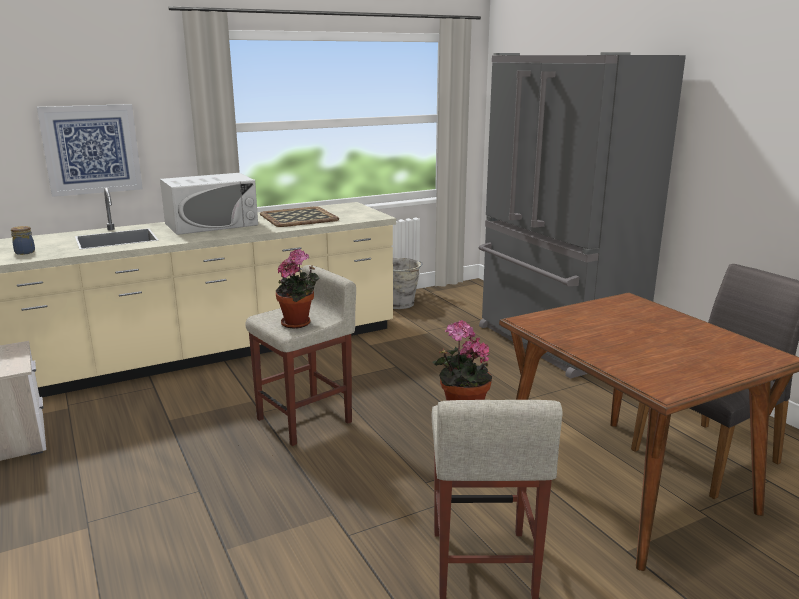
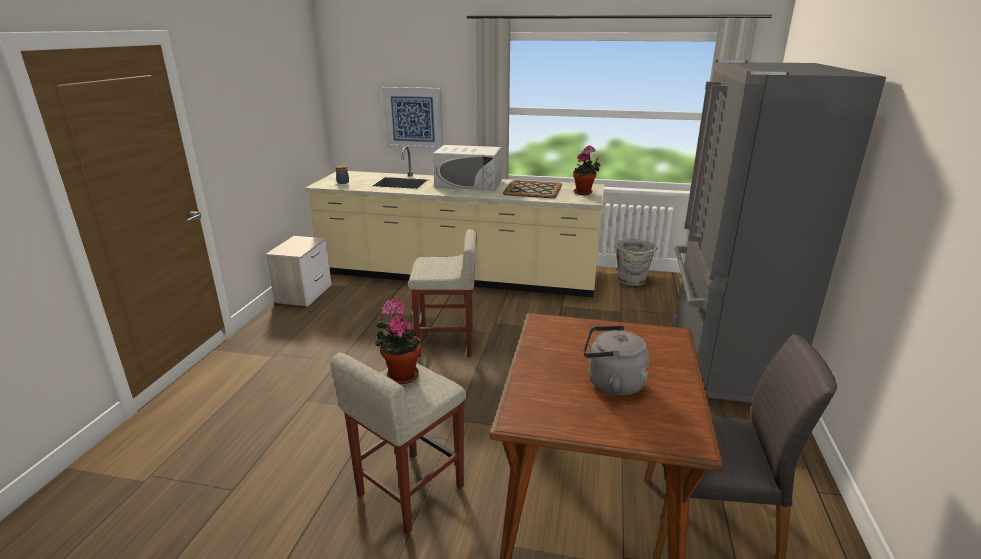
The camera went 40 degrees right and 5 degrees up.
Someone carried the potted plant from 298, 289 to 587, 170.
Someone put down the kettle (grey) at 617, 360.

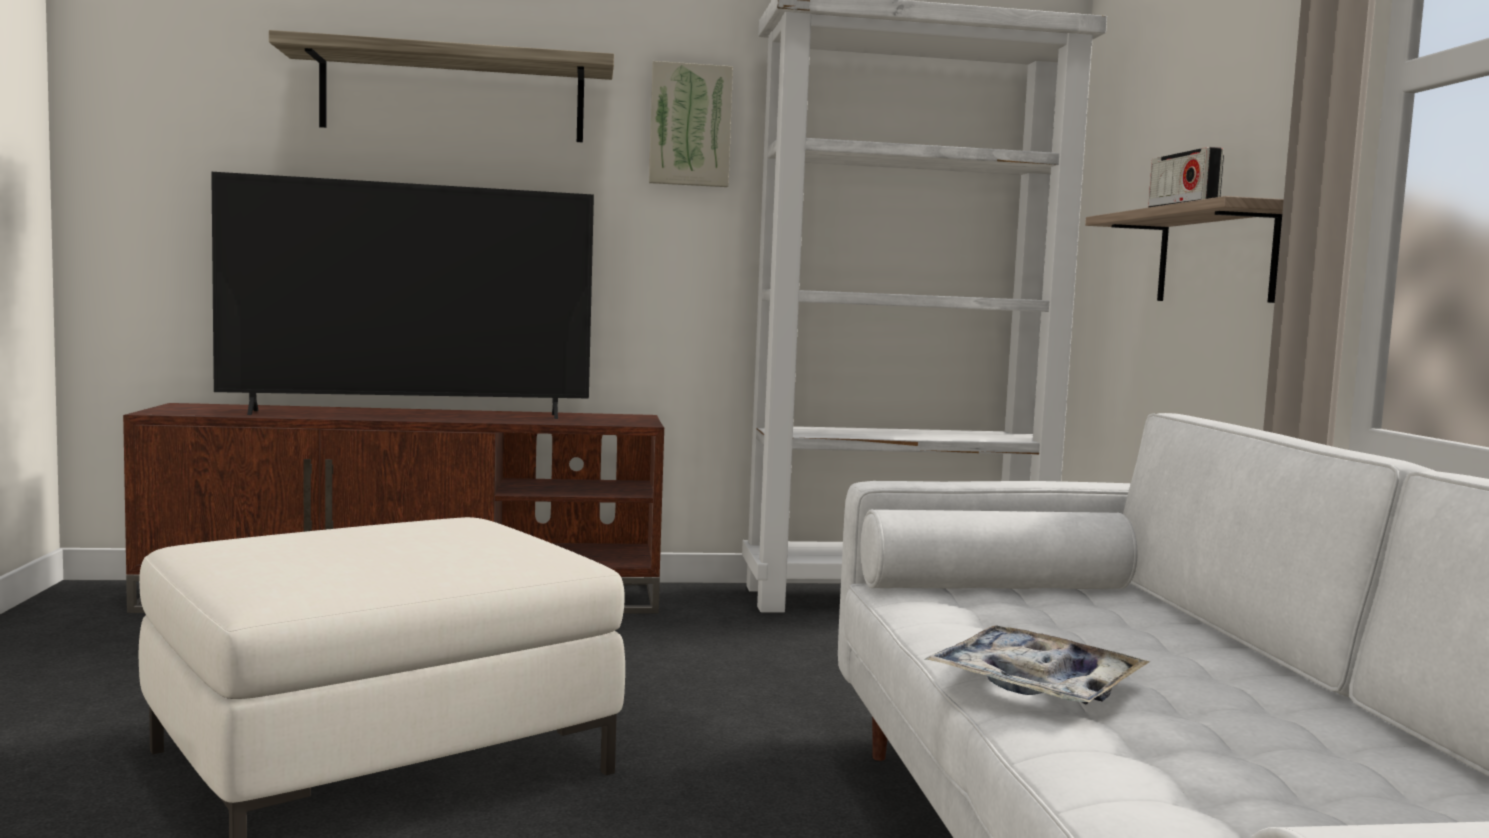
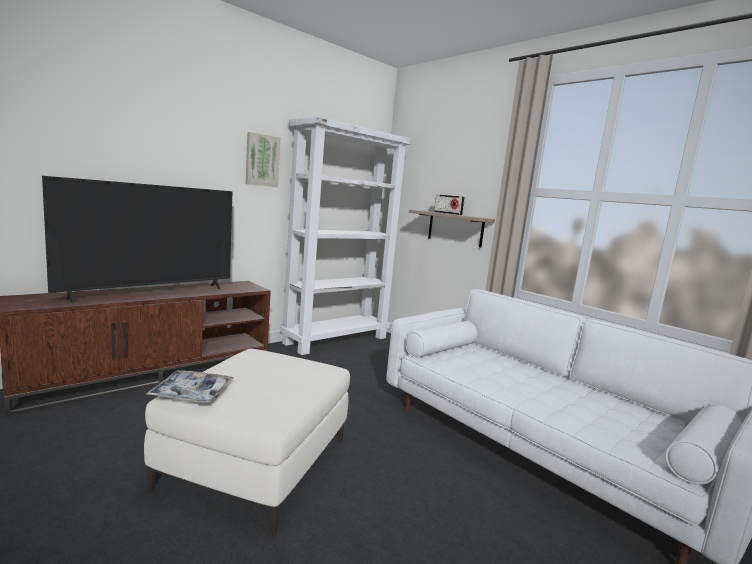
The camera went 35 degrees left and 5 degrees up.
Someone took away the shelf at 441, 86.
Someone carried the tray from 1037, 665 to 190, 386.

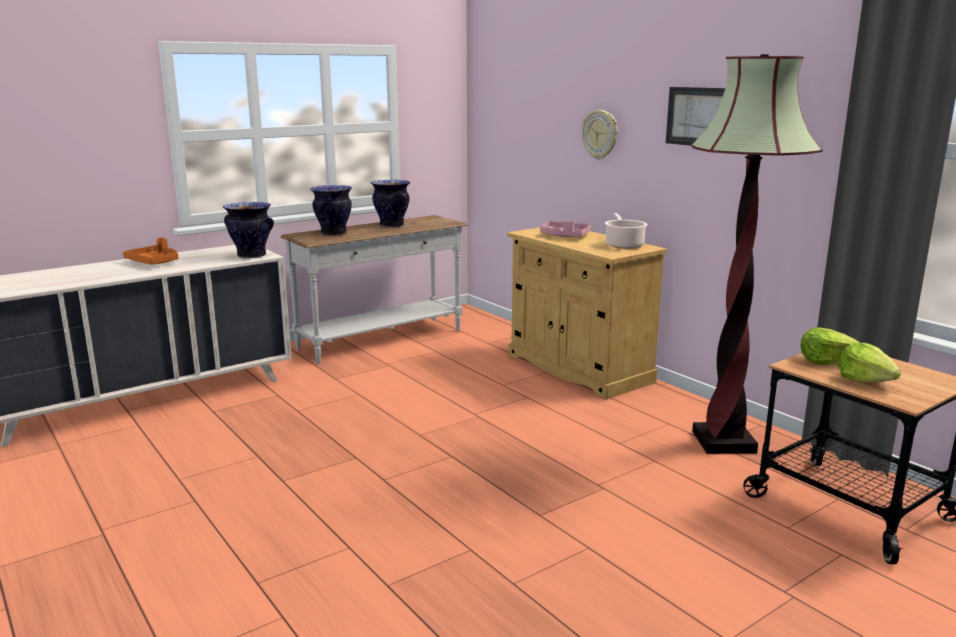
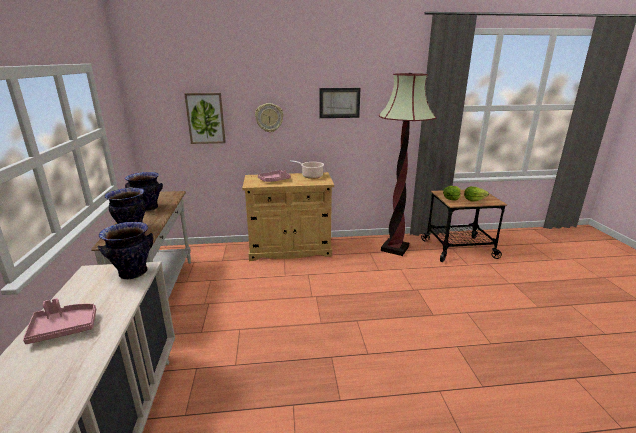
The camera went 60 degrees left and 5 degrees up.
Someone repainted the tray (orange) at 150, 251, which became the tray (pink) at 59, 321.
Someone put up the picture at 205, 118.

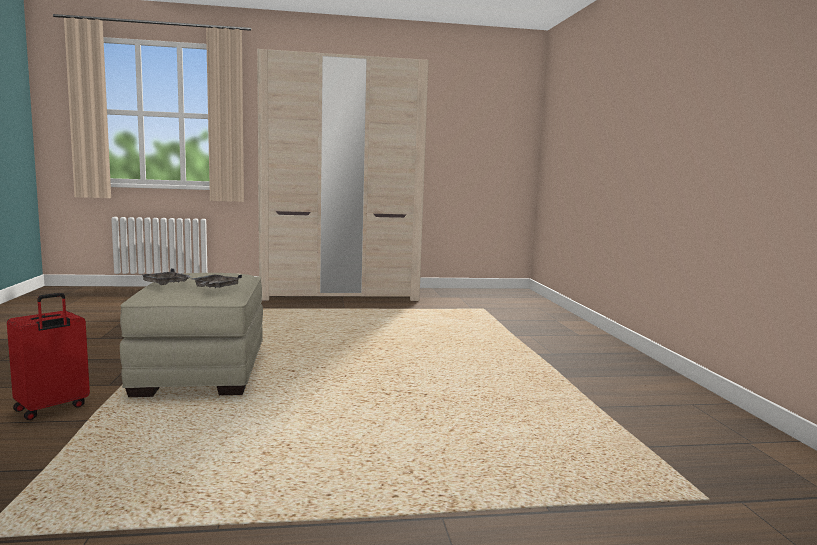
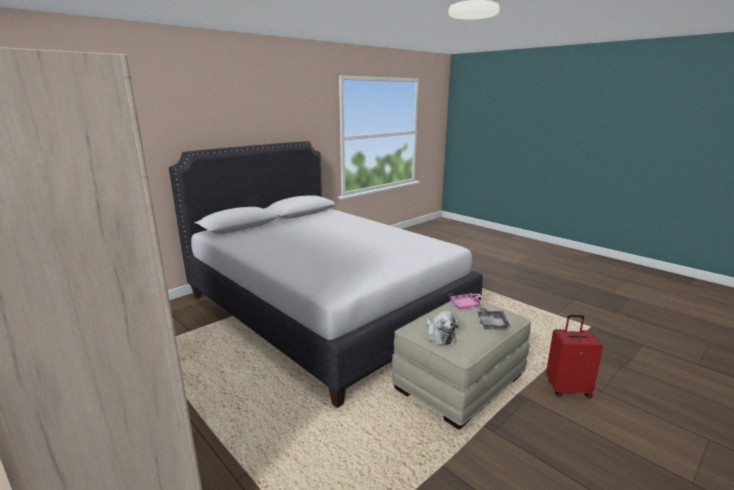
The camera went 125 degrees left and 10 degrees up.
Someone repainted the tray (grey) at 217, 281, which became the tray (pink) at 466, 301.
Someone put down the bed (white) at 326, 274.
Someone put down the plush toy at 442, 328.

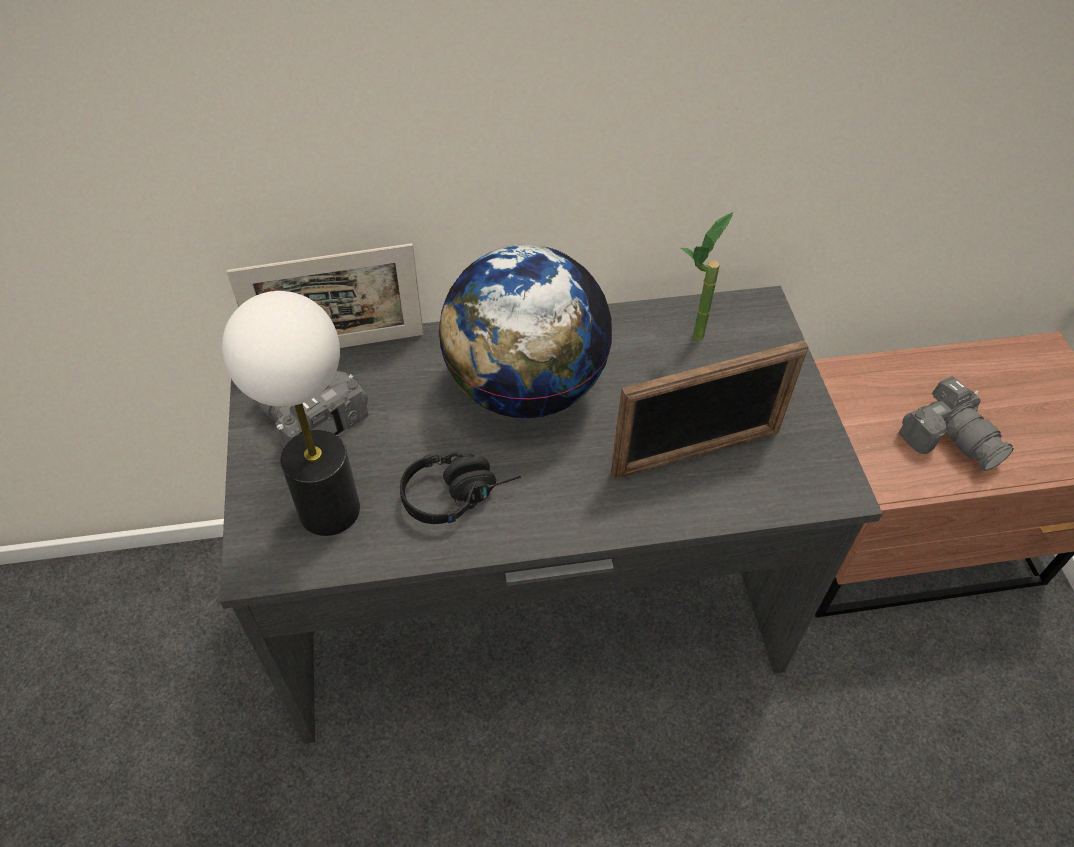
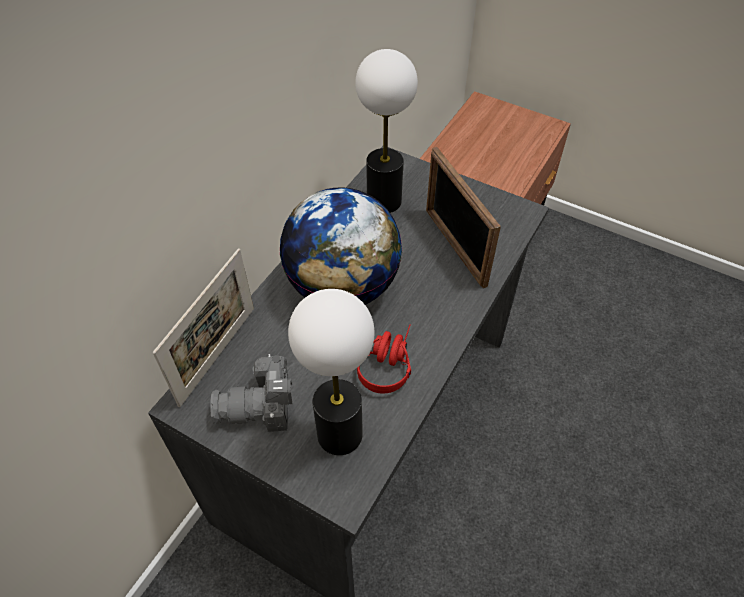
The camera went 50 degrees left and 0 degrees up.
Someone repainted the headphones (black) at 460, 488, which became the headphones (red) at 384, 359.
Someone rotated the picture frame at 710, 409 by 135 degrees clockwise.
Someone swapped the potted plant at 707, 276 for the table lamp at 386, 131.
Someone took away the photo camera at 956, 423.

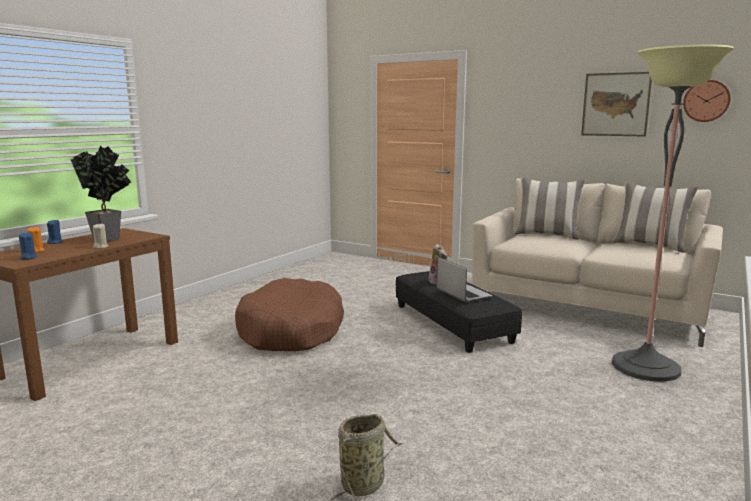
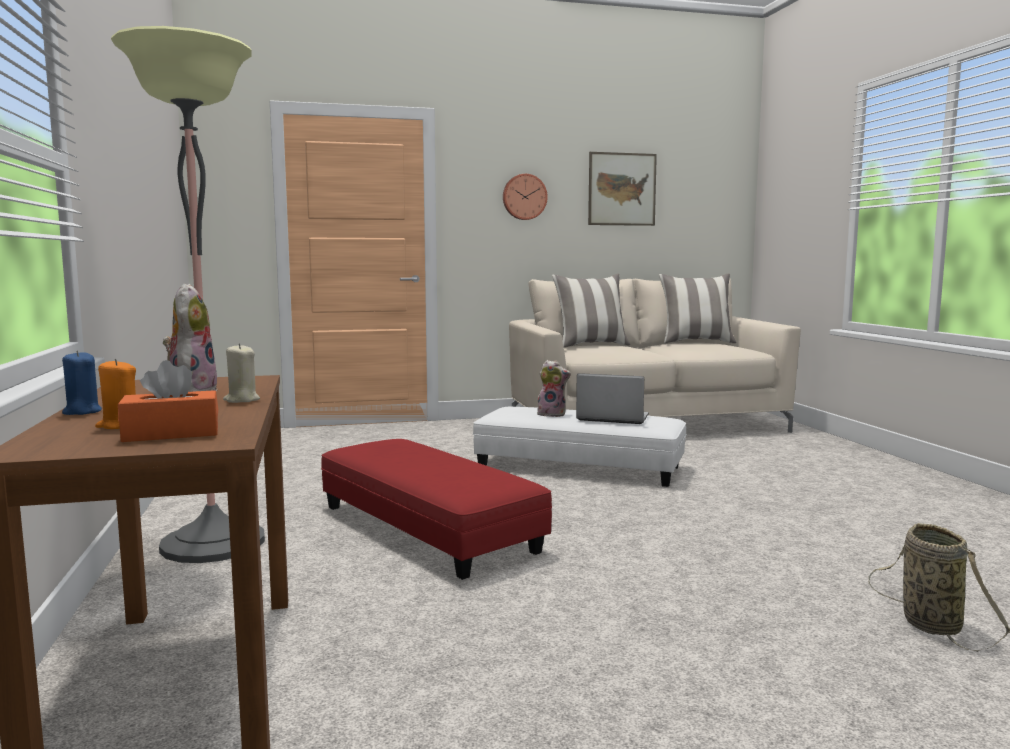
The camera went 45 degrees left and 5 degrees down.
Someone swapped the candle (blue) at 28, 246 for the tissue box (orange) at 168, 401.
Someone swapped the potted plant at 101, 194 for the plush toy at 190, 338.
Someone swapped the dog bed (brown) at 289, 314 for the ottoman (red) at 436, 509.
Someone repainted the ottoman (black) at 459, 312, which became the ottoman (white) at 580, 447.
Someone carried the floor lamp from 673, 213 to 188, 294.
Someone carried the wall clock from 707, 101 to 525, 197.

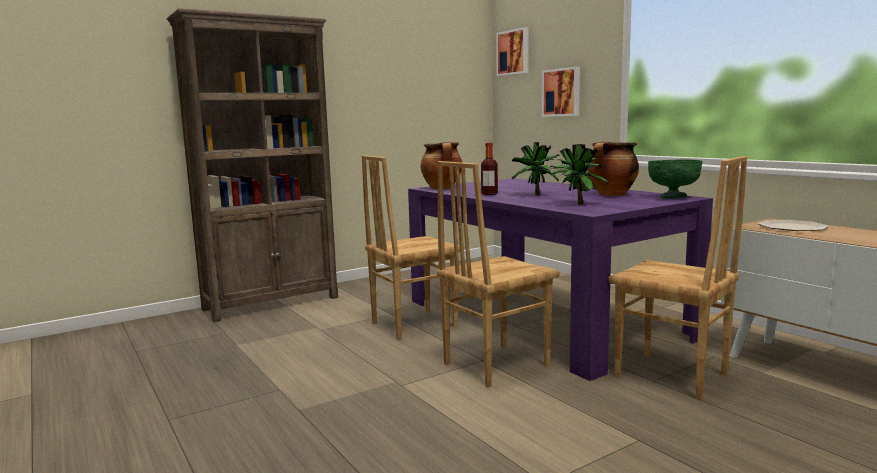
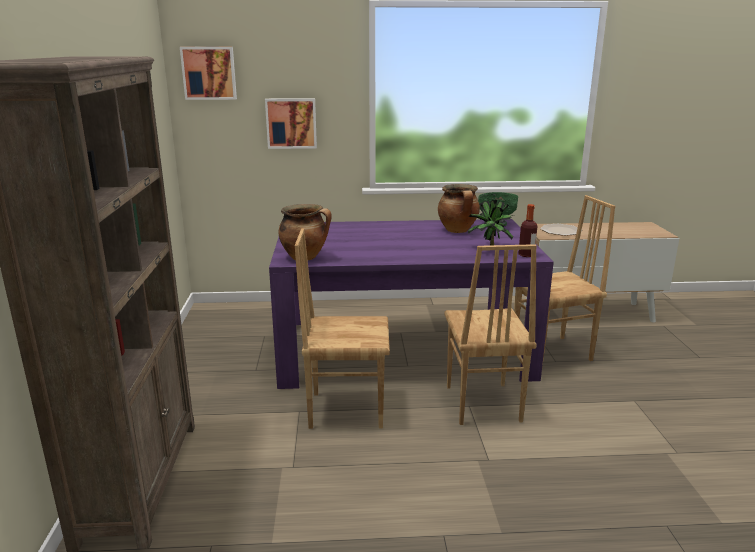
The camera went 60 degrees left and 10 degrees up.
Someone rotated the chair (brown) at 411, 247 by 90 degrees clockwise.
Someone carried the bottle from 489, 169 to 527, 230.
Someone took away the potted plant at 535, 168.

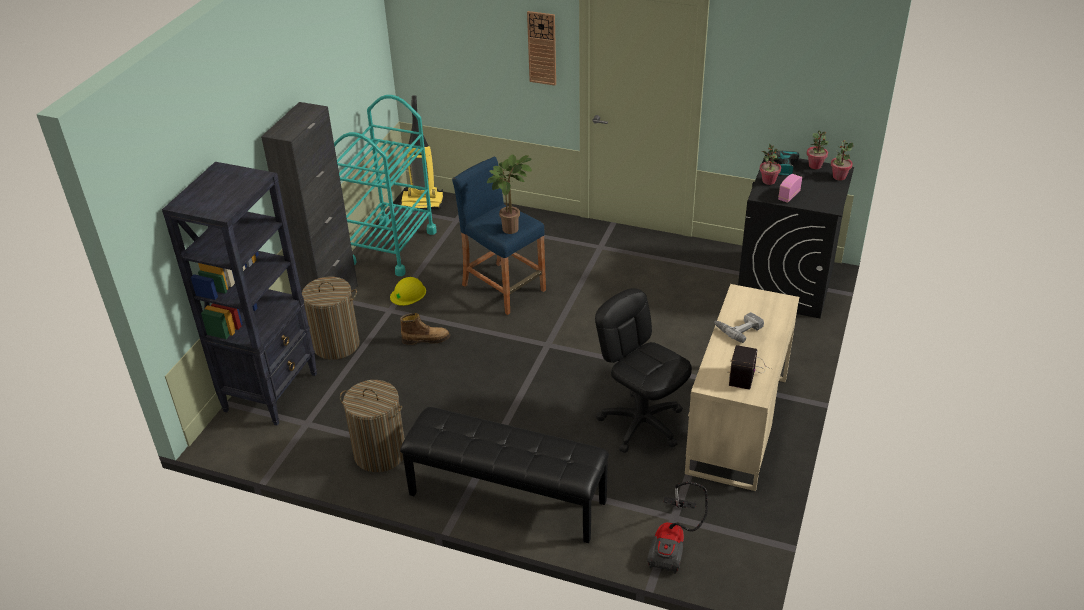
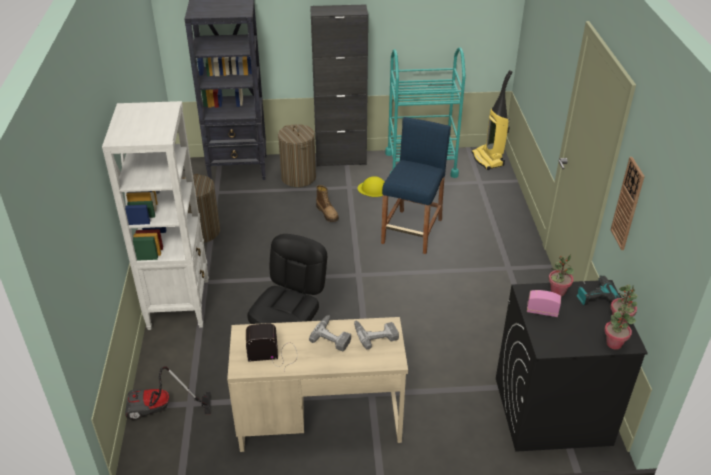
The camera went 65 degrees right and 0 degrees up.
Someone swapped the bench (black) at 504, 475 for the bookcase (white) at 155, 215.
Someone took away the potted plant at 509, 194.
Someone carried the wall clock from 541, 48 to 627, 203.
Someone put down the power drill at 376, 335.

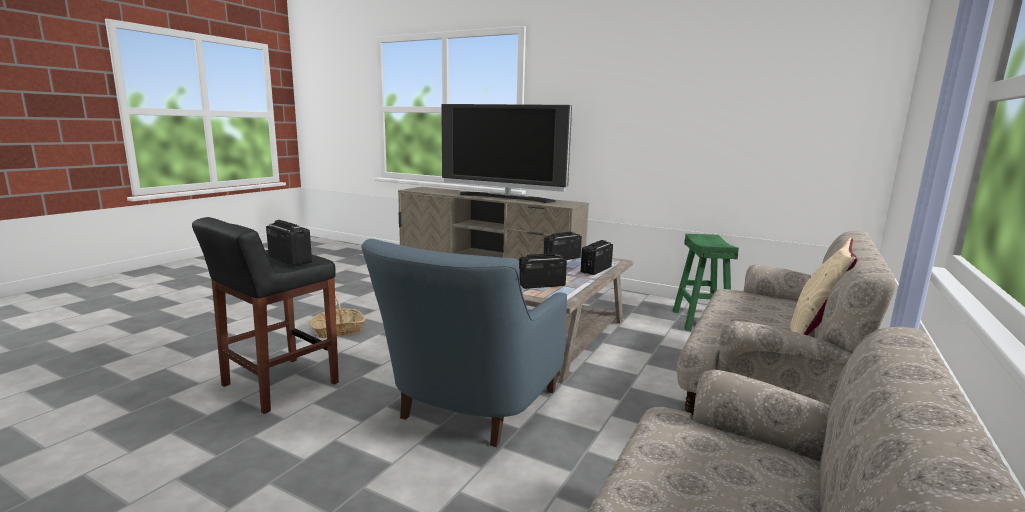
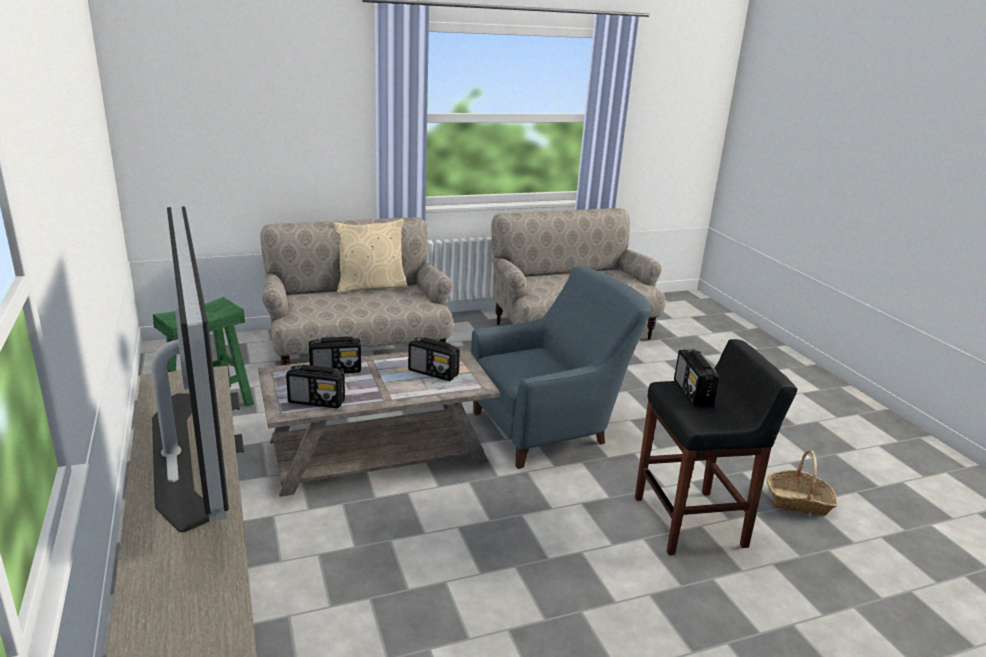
The camera went 140 degrees left and 10 degrees up.
Someone carried the basket from 337, 315 to 802, 483.

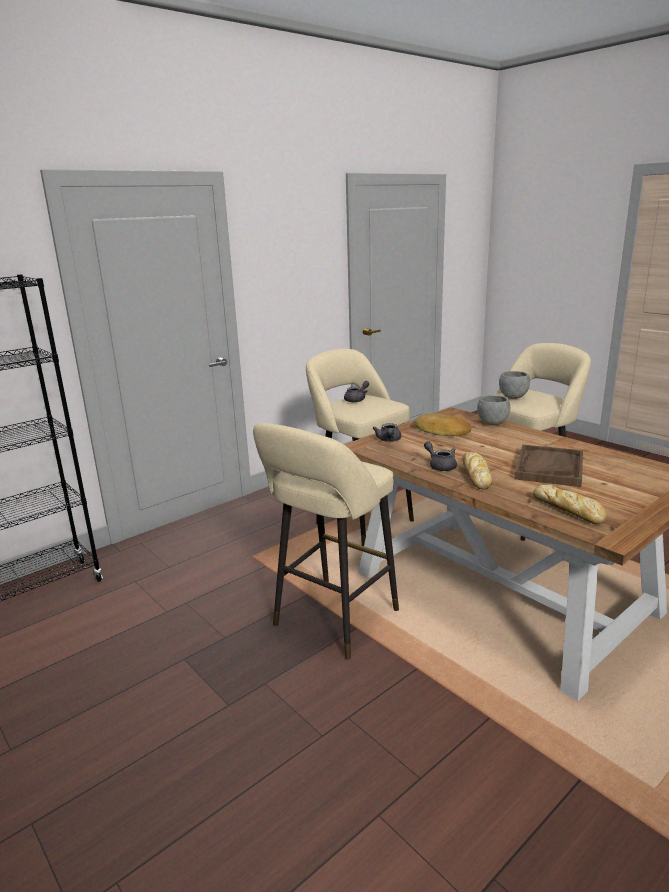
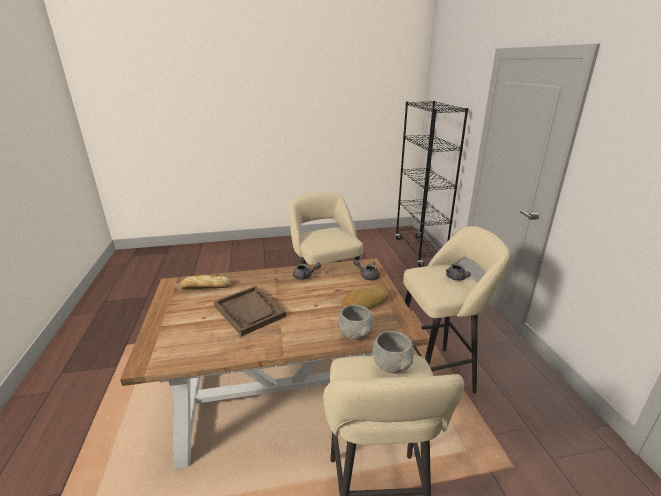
The camera went 120 degrees right and 5 degrees up.
Someone took away the bread at 477, 471.

